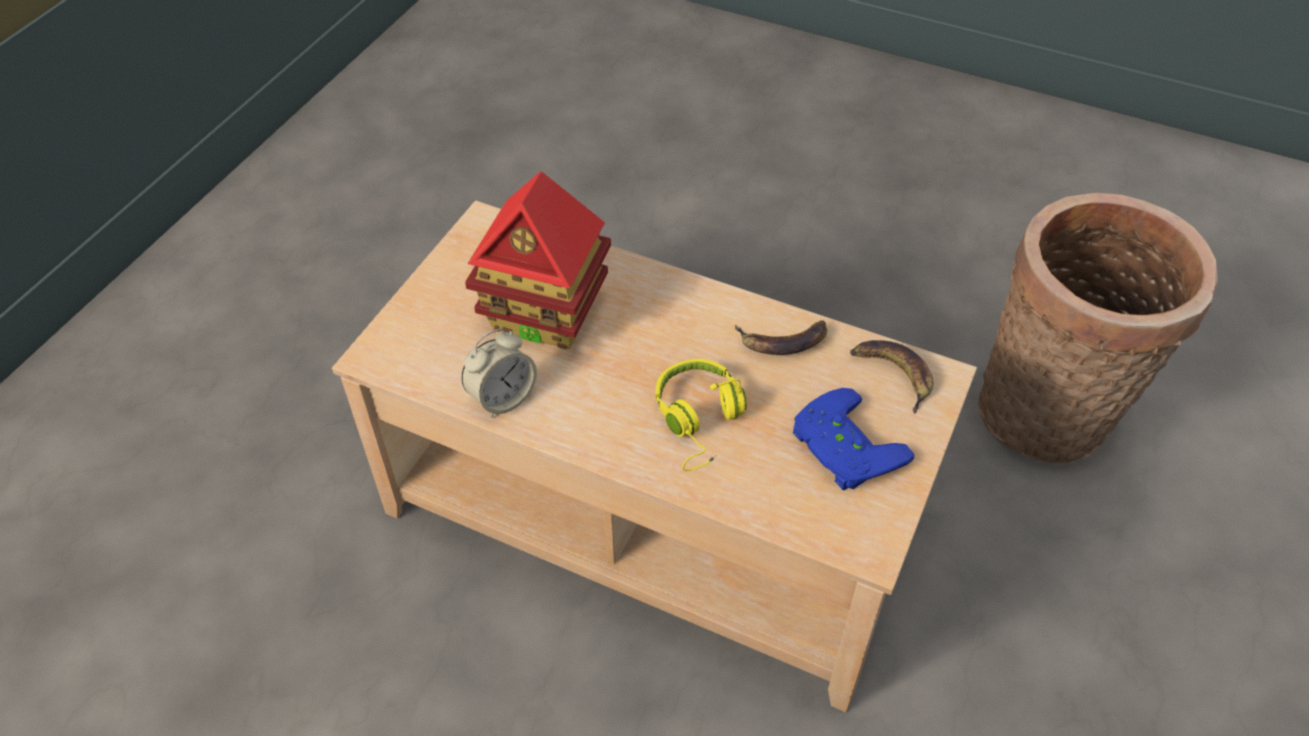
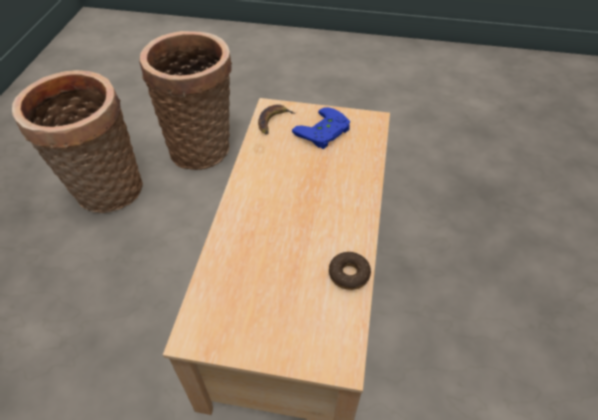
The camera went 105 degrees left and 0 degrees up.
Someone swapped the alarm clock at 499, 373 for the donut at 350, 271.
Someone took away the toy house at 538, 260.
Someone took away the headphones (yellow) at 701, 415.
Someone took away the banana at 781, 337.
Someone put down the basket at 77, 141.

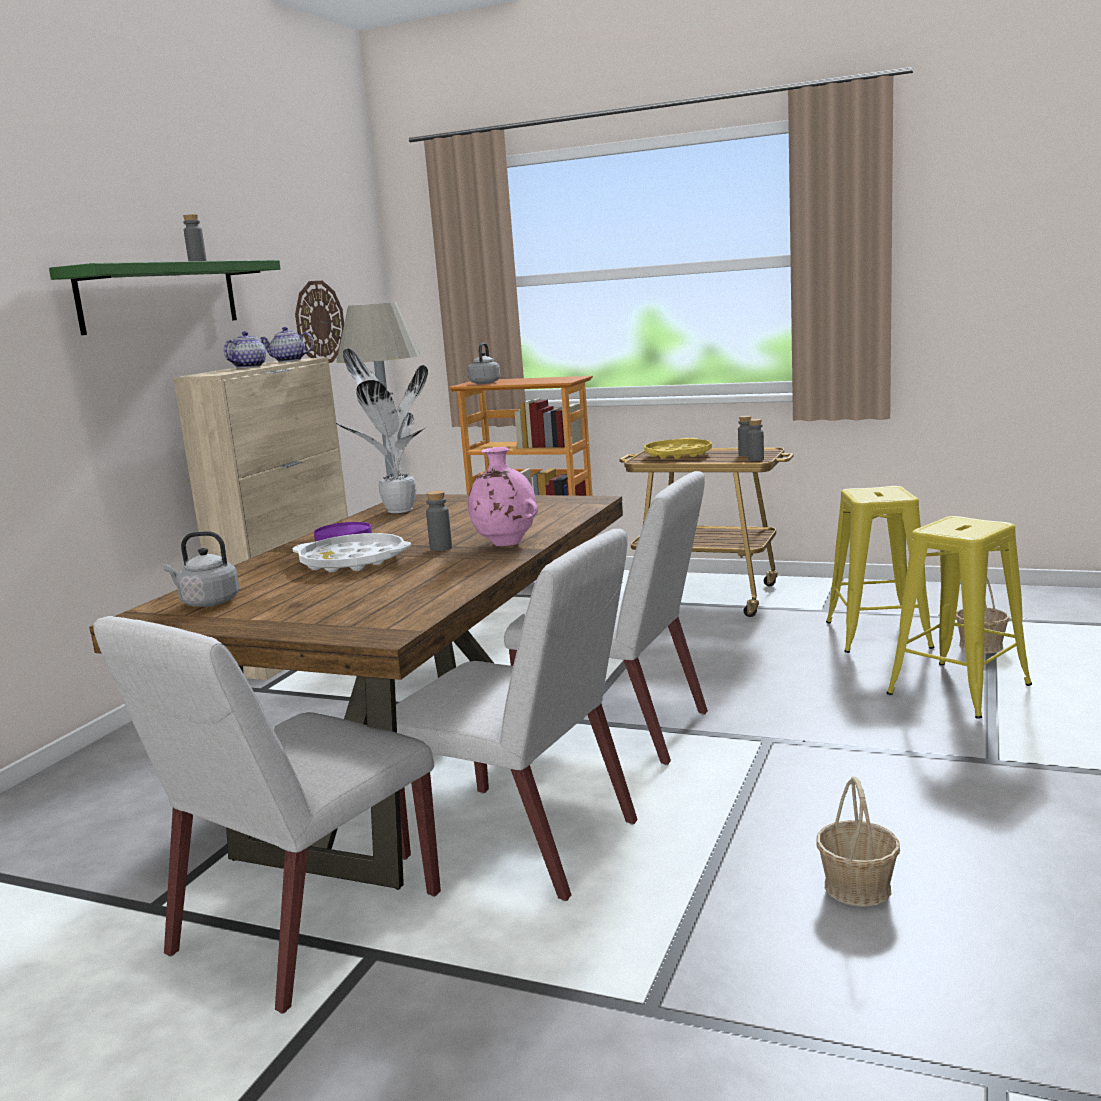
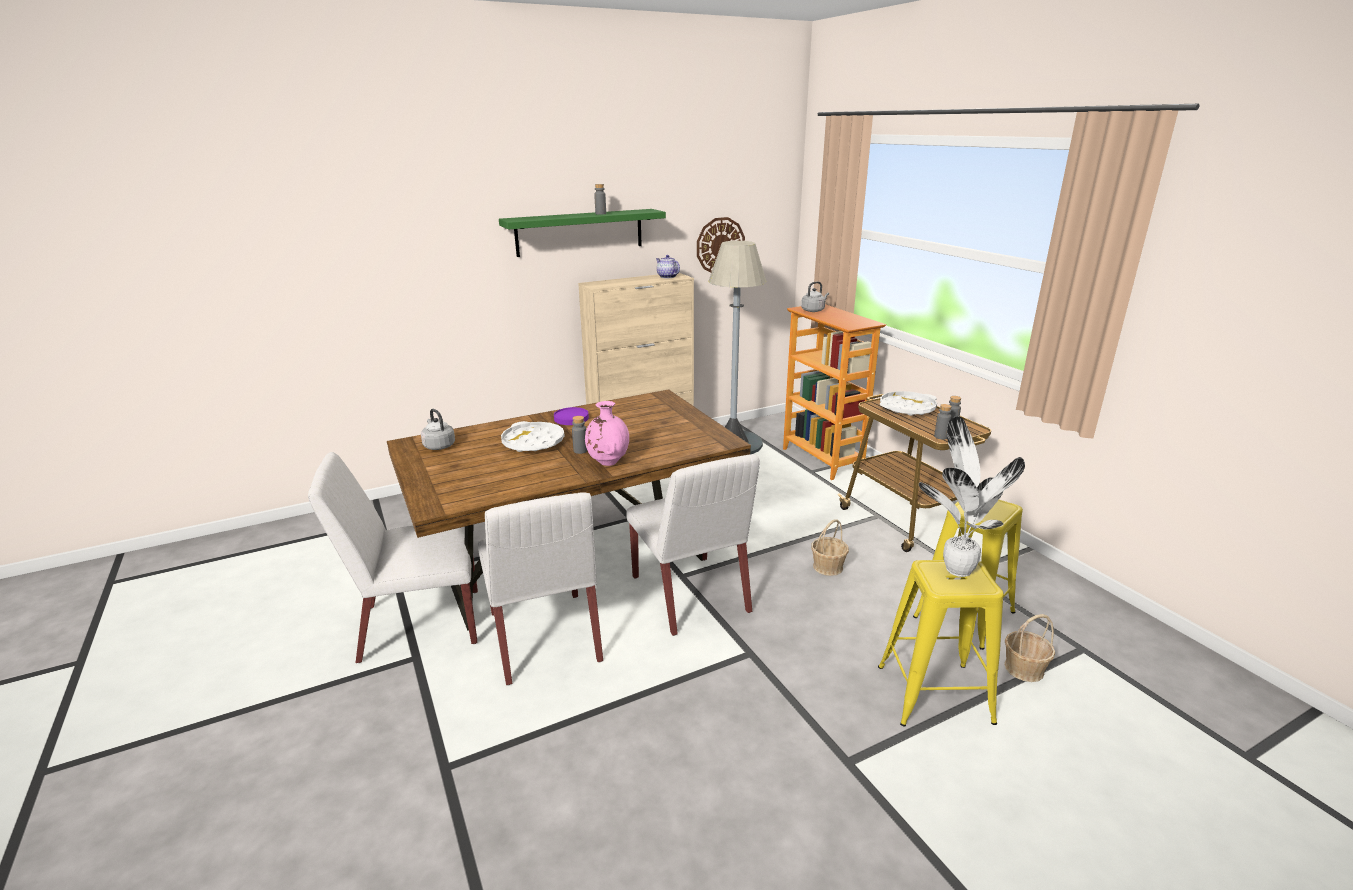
The camera went 40 degrees right and 10 degrees up.
Someone took away the teapot at 246, 349.
Someone carried the potted plant from 382, 430 to 972, 496.
Someone repainted the tray (yellow) at 678, 448, which became the tray (white) at 908, 403.
Someone carried the basket from 858, 841 to 830, 547.

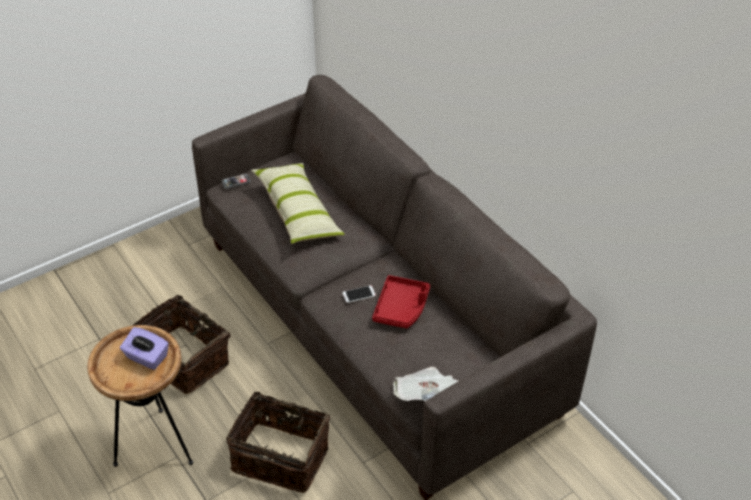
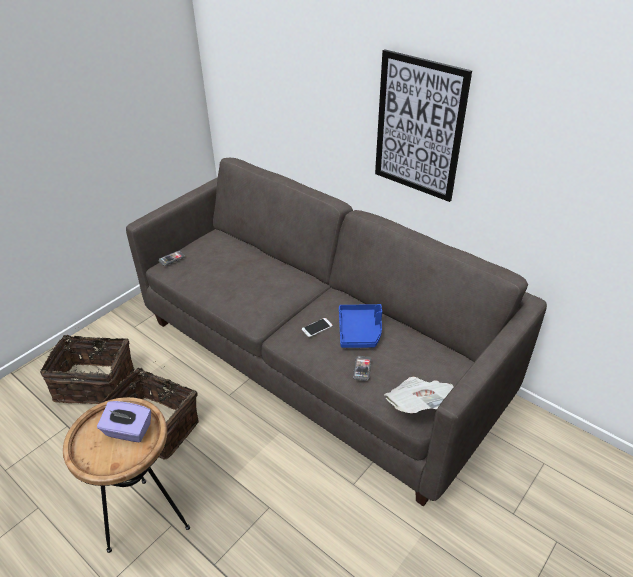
The camera went 15 degrees left and 5 degrees down.
Someone carried the basket from 278, 437 to 87, 365.
Someone took away the pillow at 298, 203.
Someone repainted the tray (red) at 401, 301, which became the tray (blue) at 360, 326.
Someone put down the phone at 362, 368.
Someone put up the picture at 423, 125.

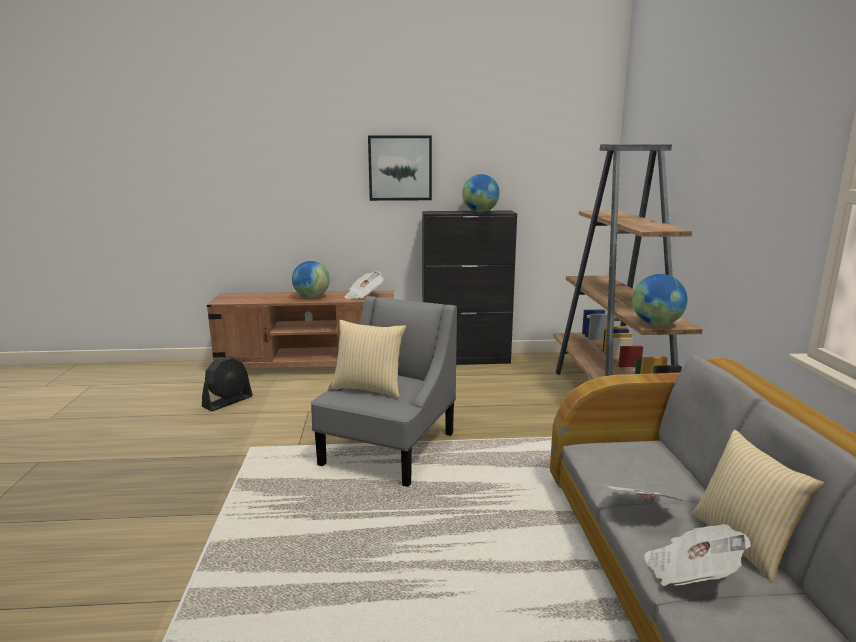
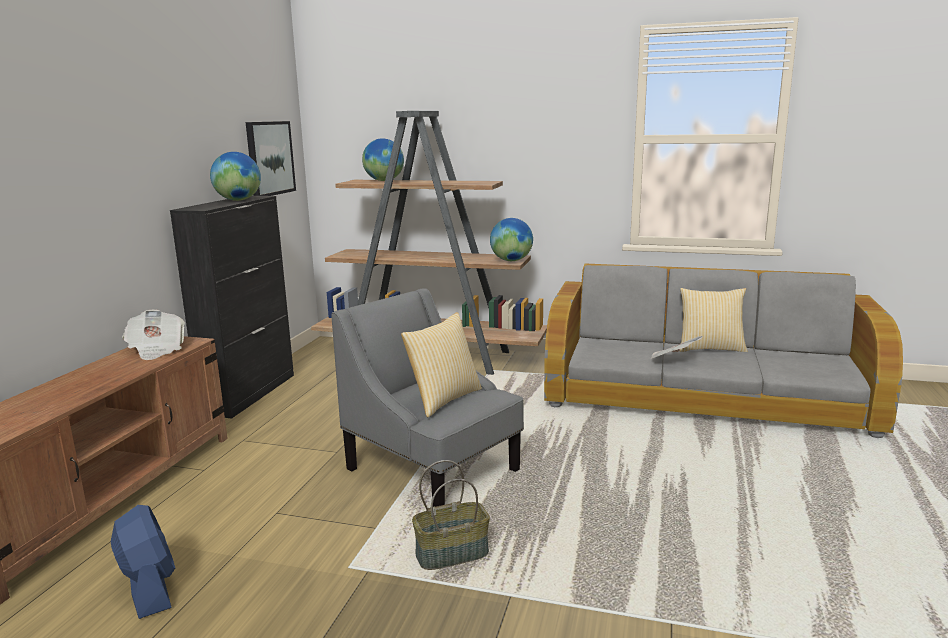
The camera went 70 degrees left and 0 degrees up.
Someone repainted the fan (black) at 227, 383, which became the fan (blue) at 143, 562.
Someone carried the globe from 311, 279 to 383, 159.
Someone carried the picture from 400, 168 to 271, 158.
Someone took away the newspaper at 697, 555.
Someone put down the basket at 451, 515.

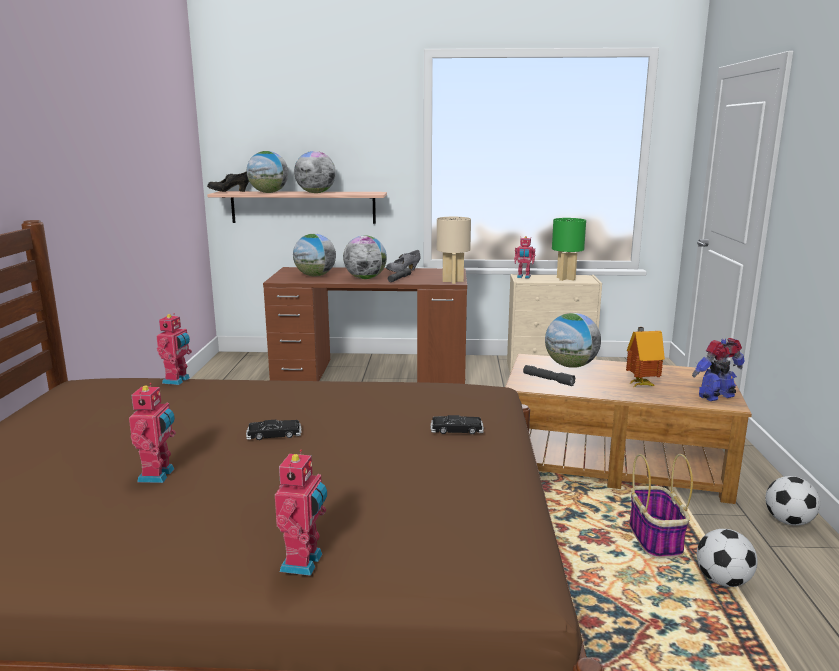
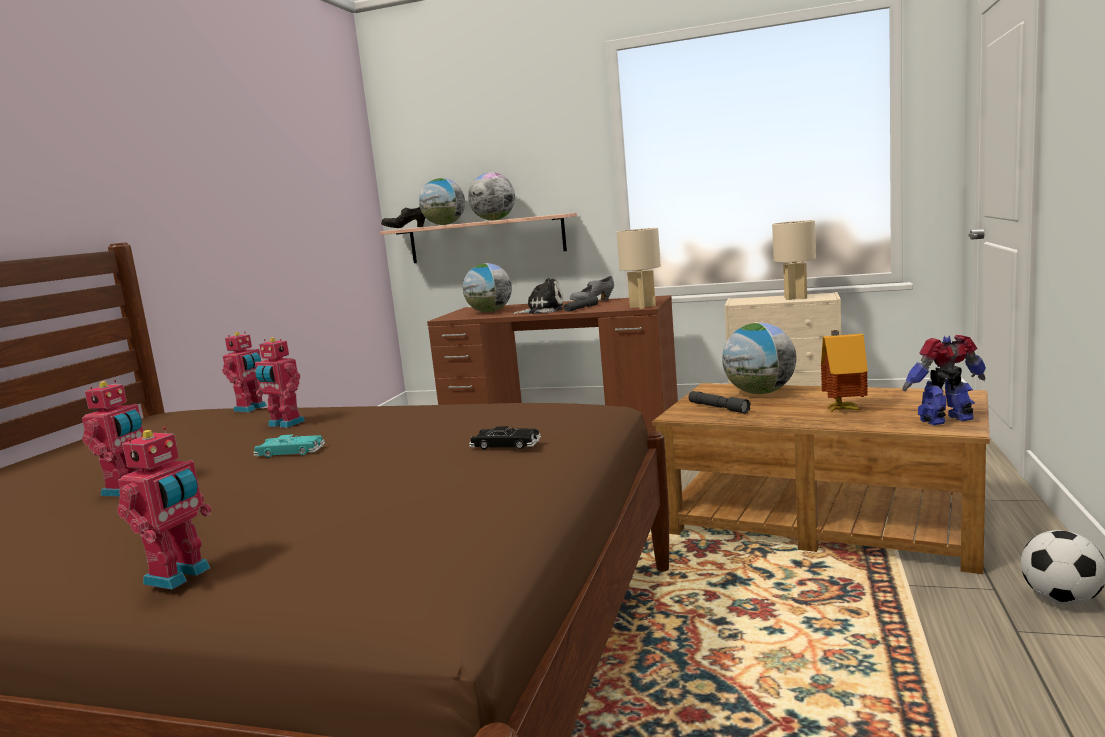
The camera went 15 degrees right and 5 degrees down.
Someone repainted the toy car (black) at 274, 430, which became the toy car (turquoise) at 289, 446.
Someone swapped the globe at 365, 257 for the plush toy at 538, 296.
Someone carried the toy robot from 524, 257 to 280, 382.
Someone repainted the table lamp (green) at 569, 249, which became the table lamp (beige) at 794, 260.
Someone took away the basket at 661, 506.
Someone took away the football at 727, 558.

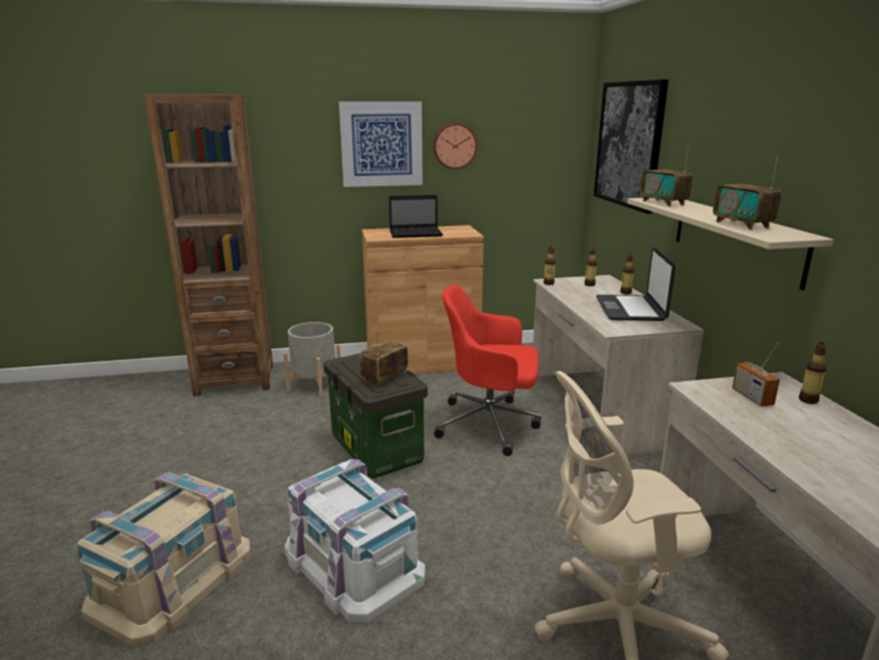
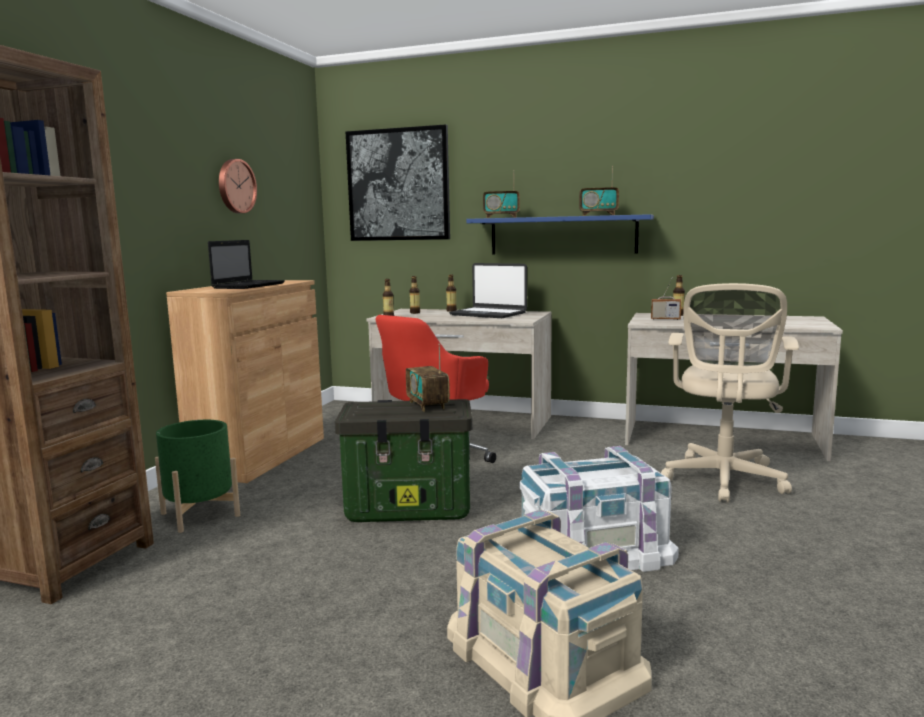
The camera went 60 degrees left and 10 degrees down.
Someone repainted the planter (grey) at 312, 359, which became the planter (green) at 197, 476.
Someone took away the picture at 381, 144.
Someone repainted the shelf (beige) at 730, 244, which became the shelf (blue) at 560, 234.

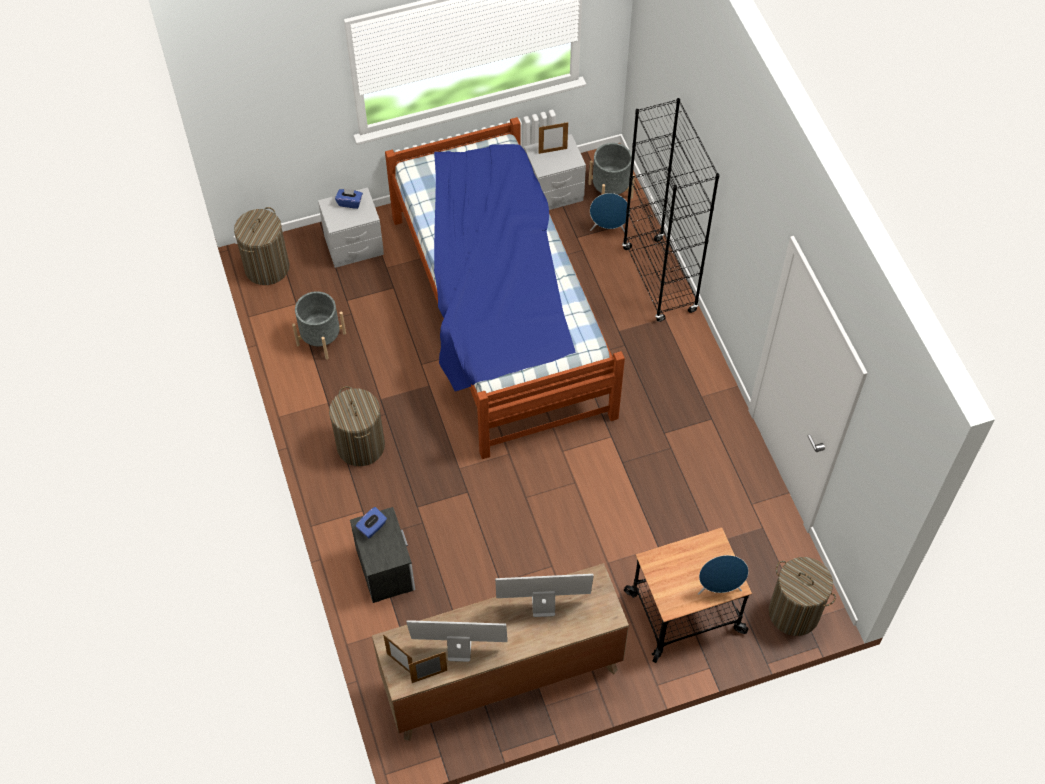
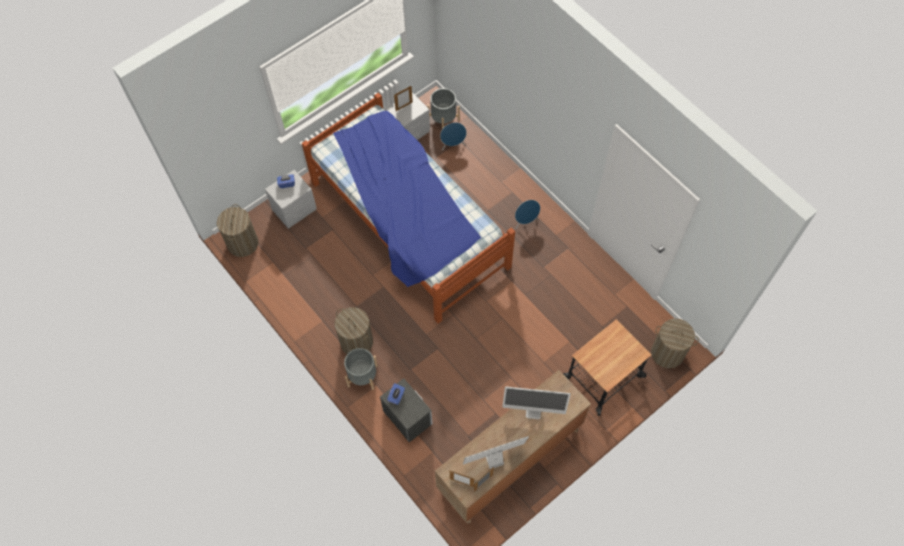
The camera went 20 degrees left and 5 degrees up.
Someone carried the planter (grey) from 319, 325 to 361, 369.
Someone rotated the monitor at 544, 595 by 150 degrees counterclockwise.
Someone took away the bookcase (black) at 671, 210.
Someone carried the speaker (blue) from 723, 575 to 527, 214.

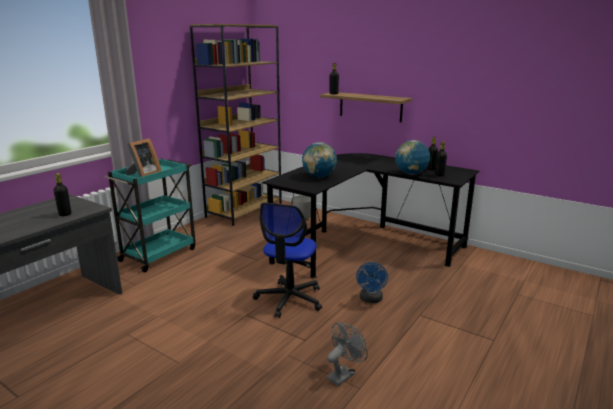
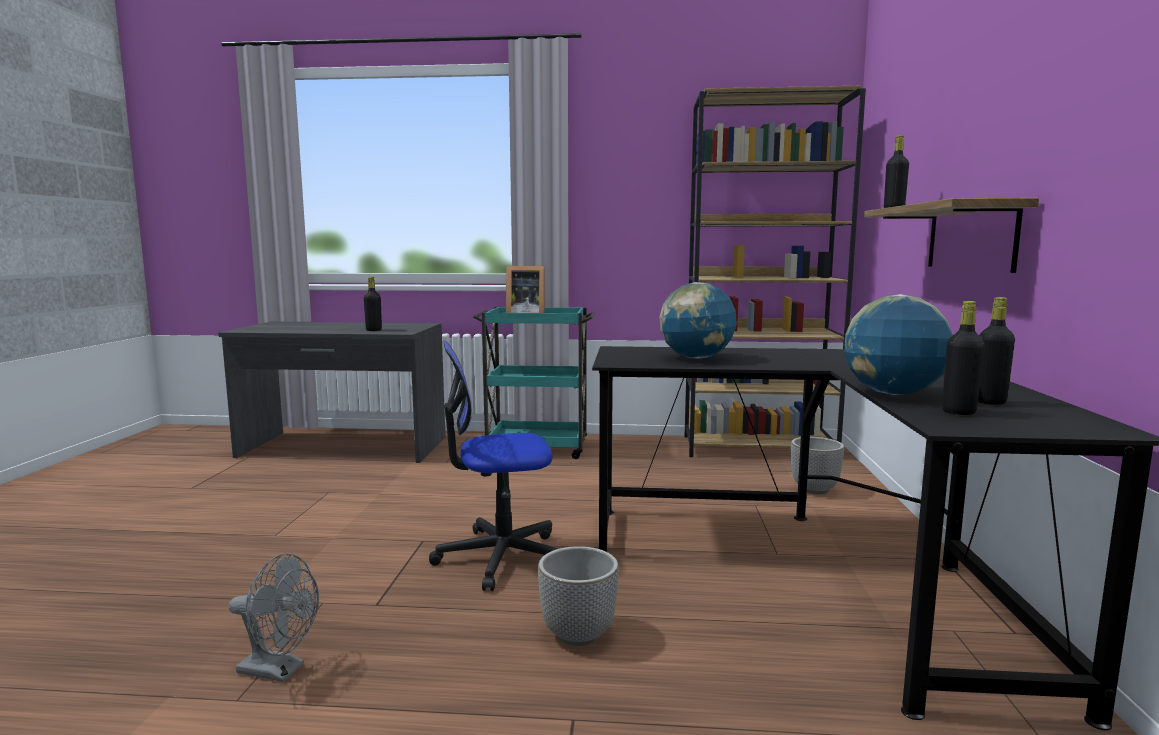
The camera went 60 degrees right and 10 degrees down.
Someone swapped the fan (blue) at 372, 282 for the planter at 578, 596.

